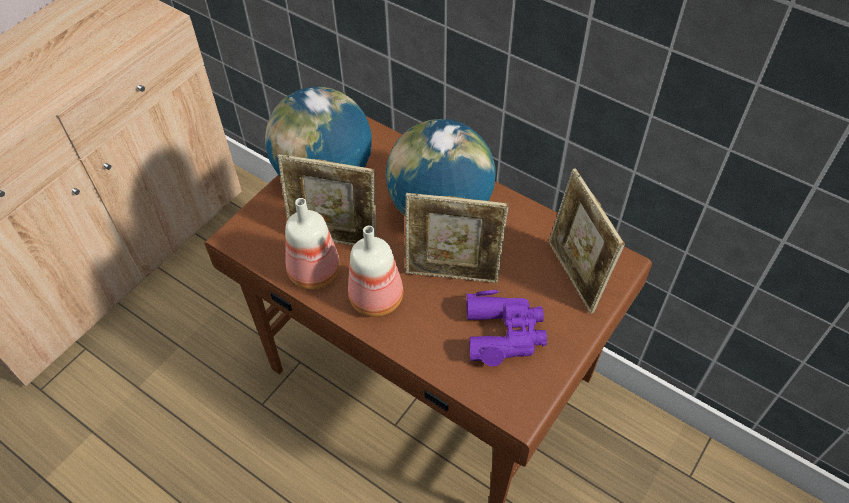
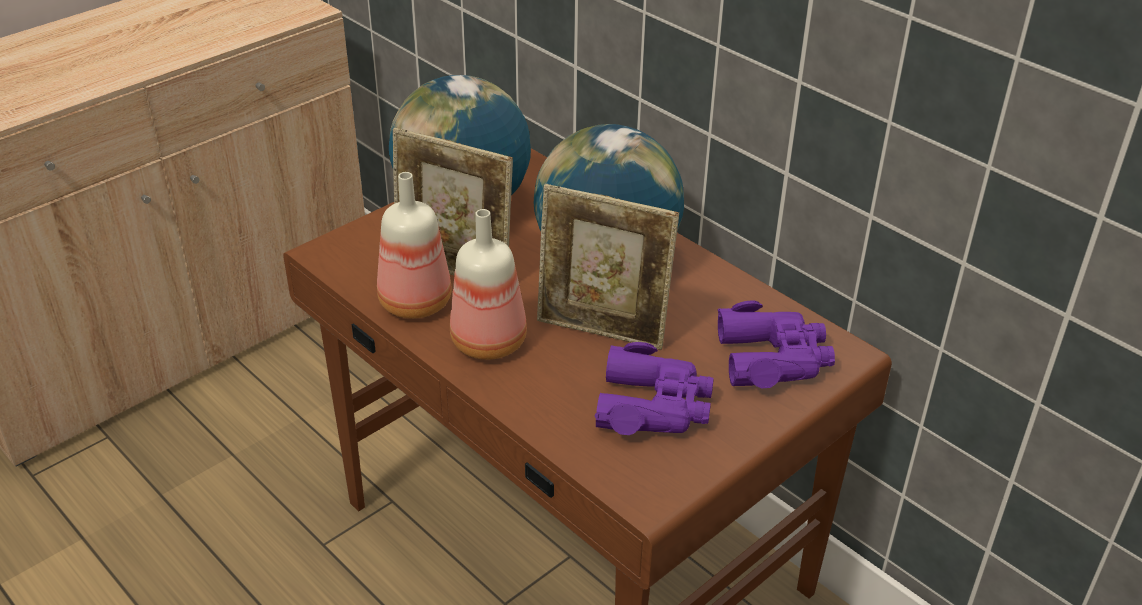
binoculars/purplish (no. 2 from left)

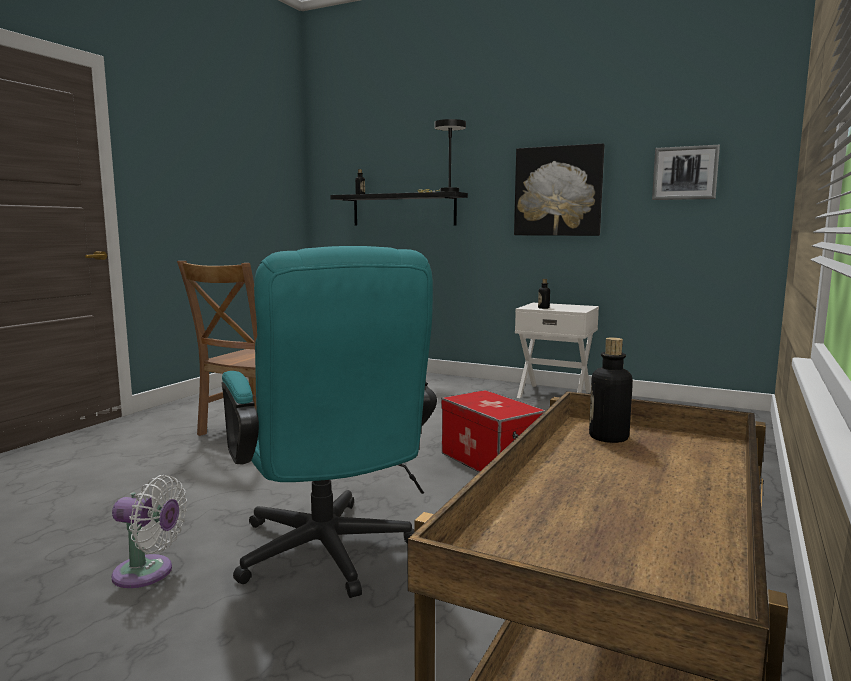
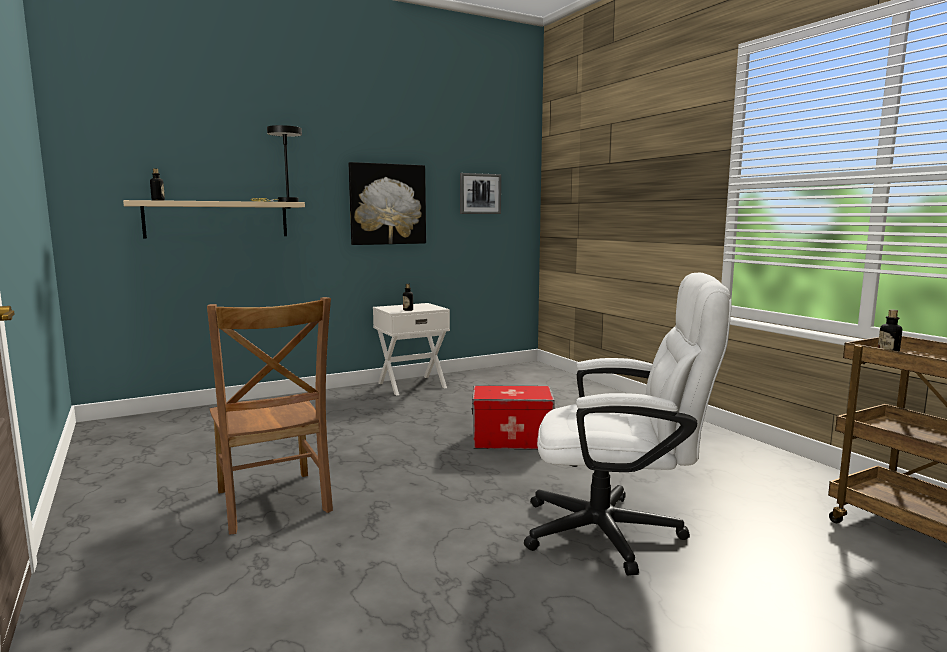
electric fan/whitish
office chair/whitish
shelf/beige-coloured

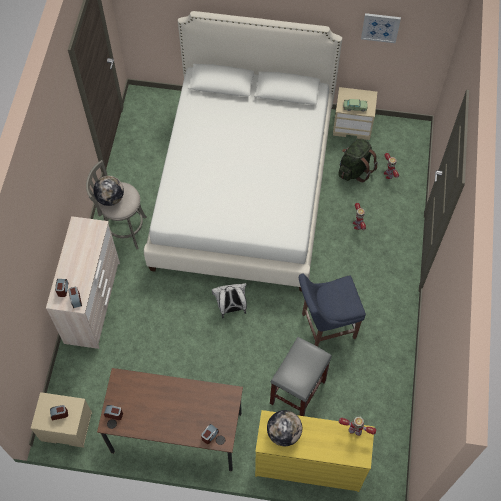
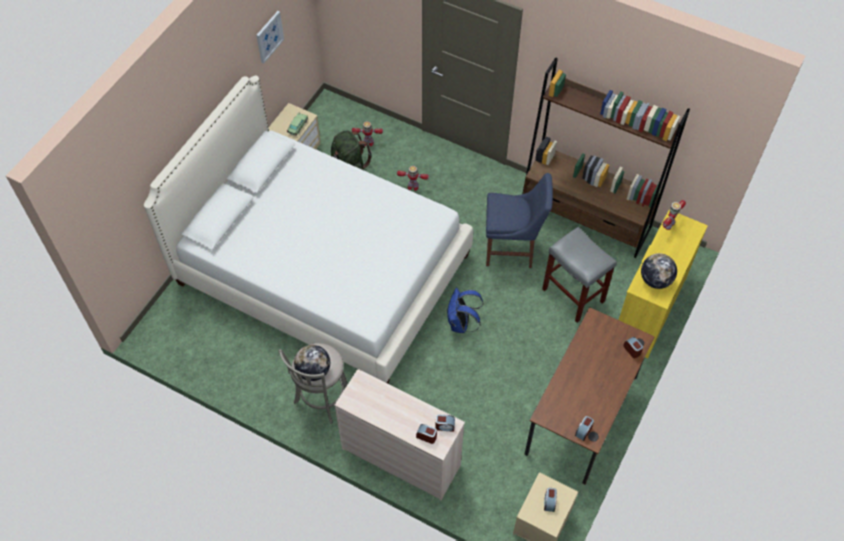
bookcase/brown-coloured
rucksack/blue
upright chair/blue

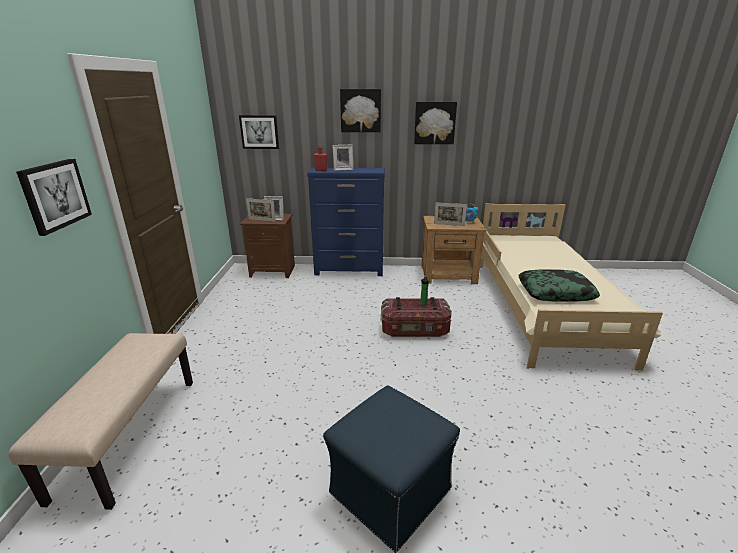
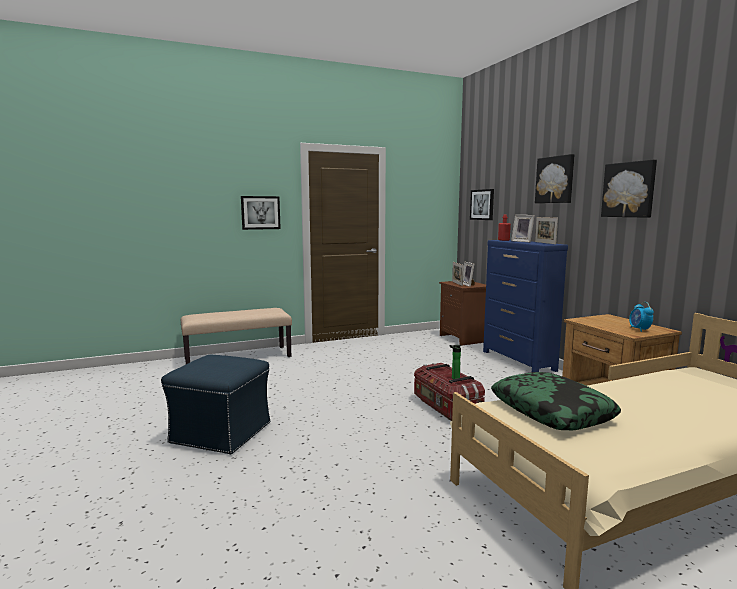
photo frame (no. 4 from left)

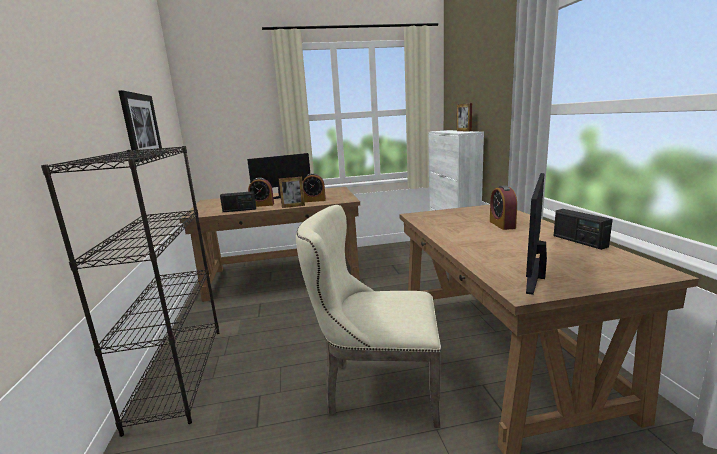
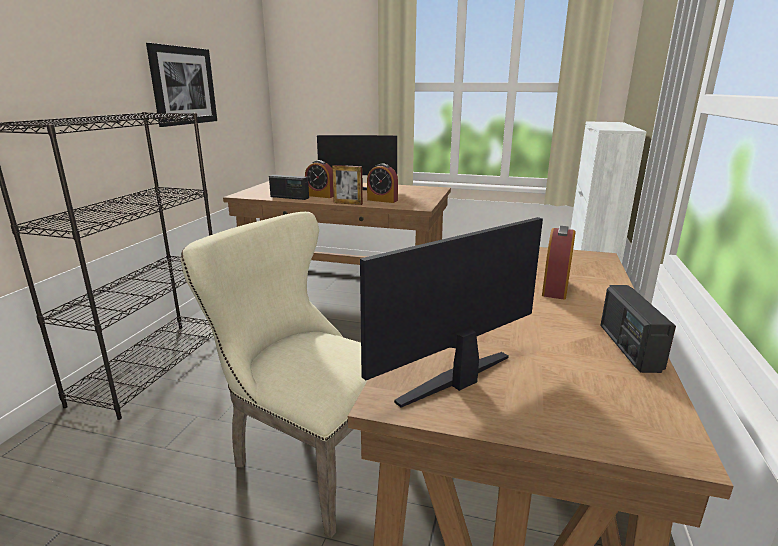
photo frame (no. 2 from left in the first image)

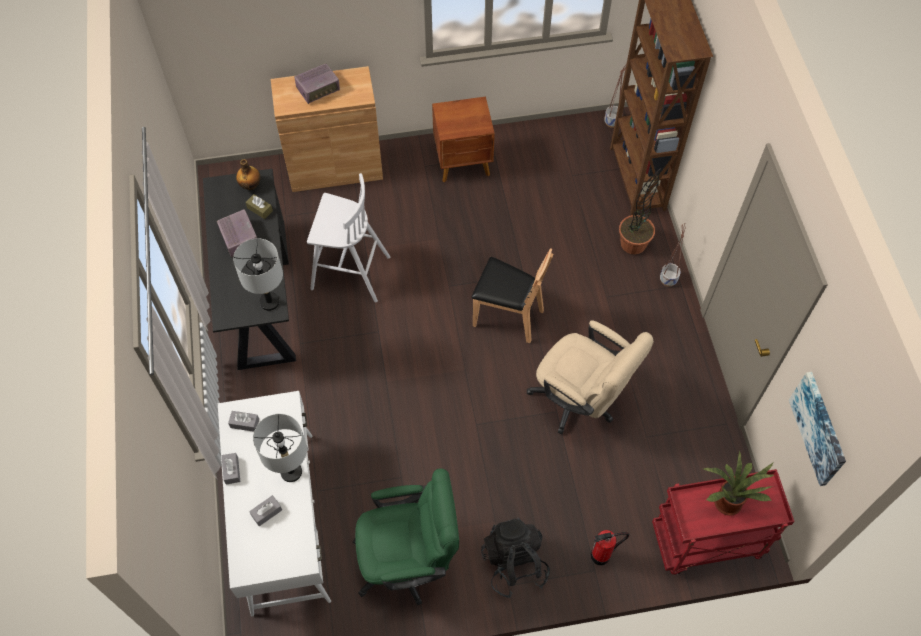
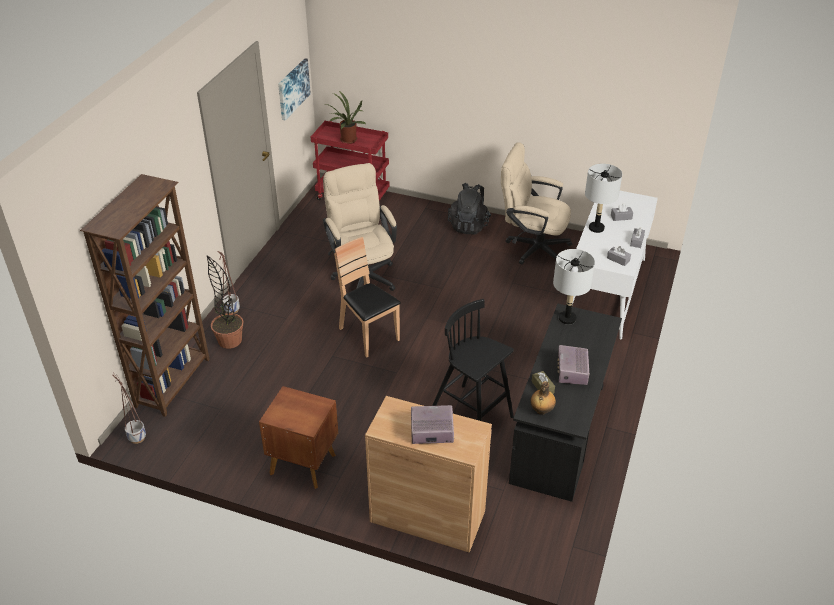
extinguisher
stool seat/black-coloured
office chair/beige-coloured (no. 2 from left)

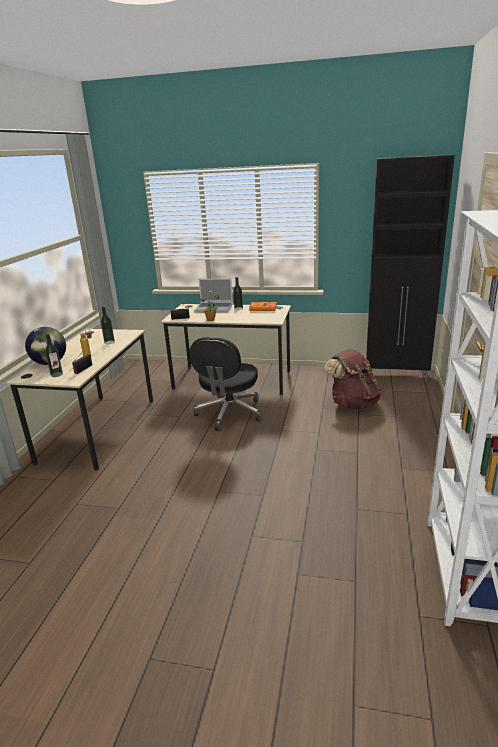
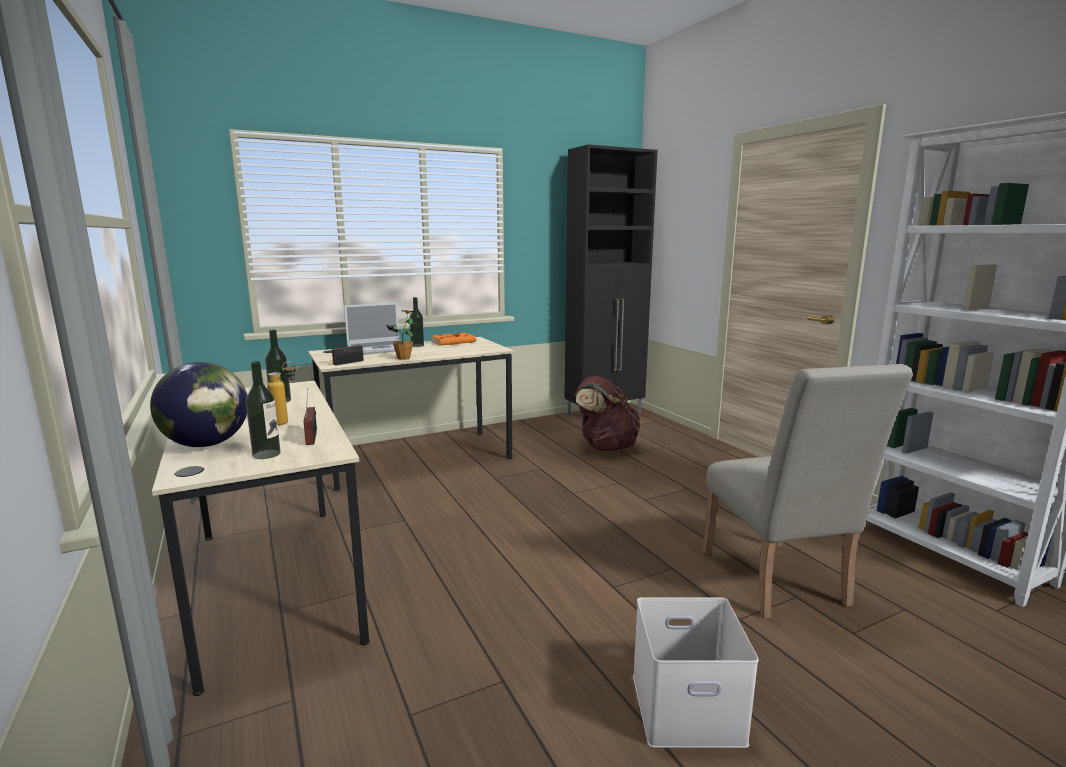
office chair/black-coloured
storage bin/whitish
upright chair/beige-coloured

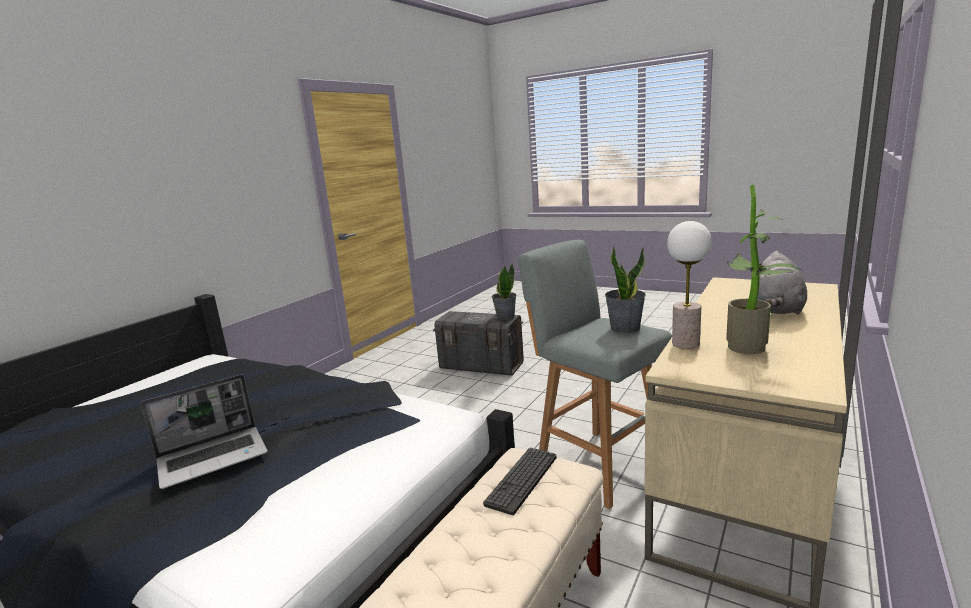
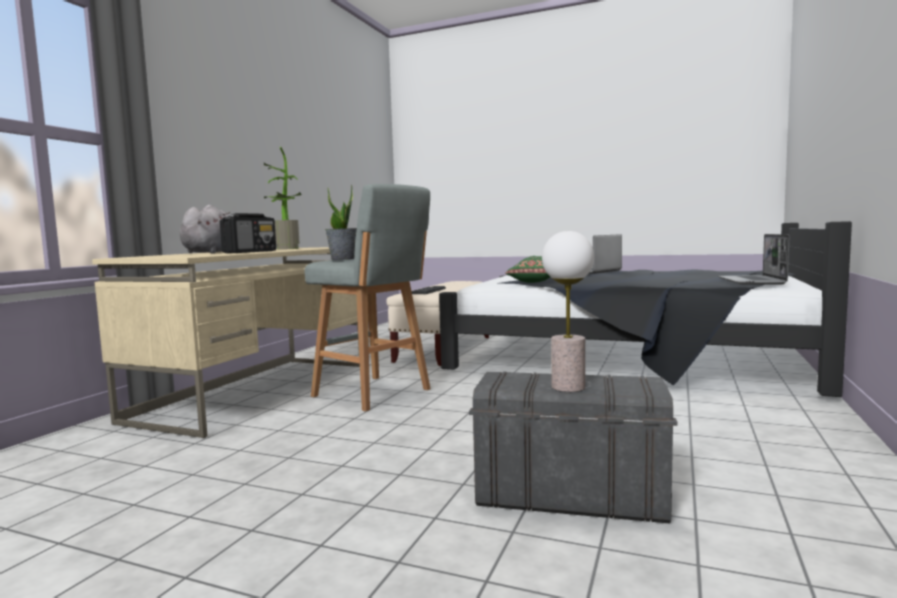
houseplant (no. 1 from left in the first image)
radio receiver
throw pillow/green
notebook computer (no. 2 from left)
lamp for a table

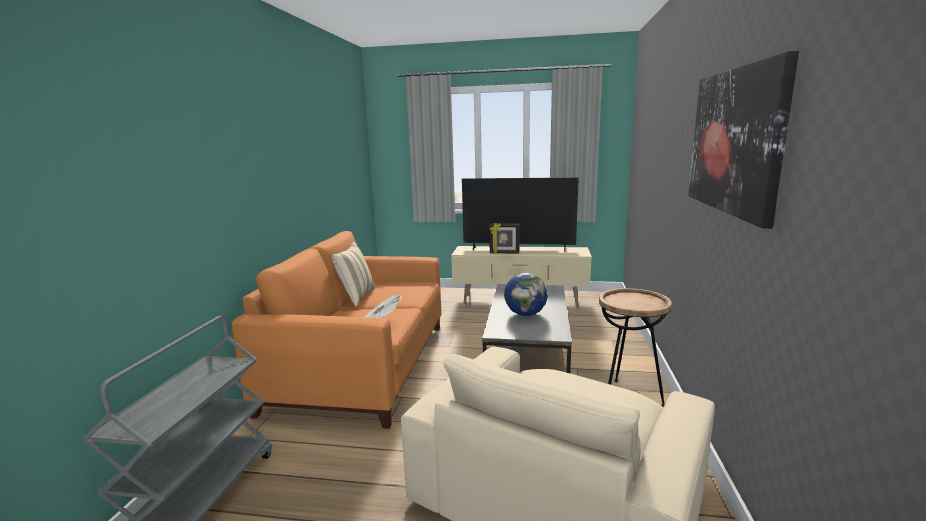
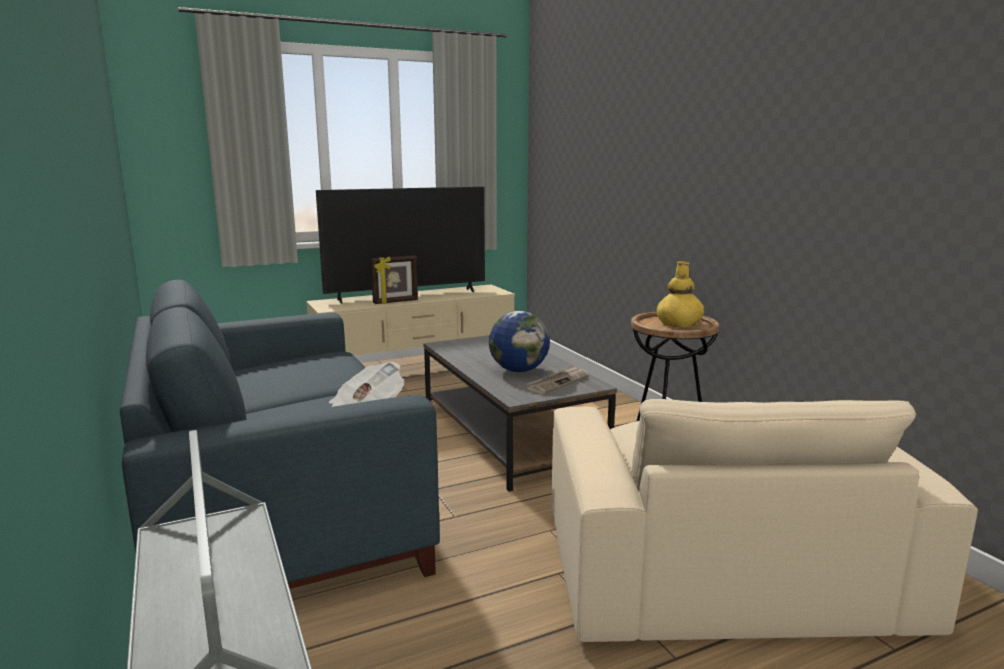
throw pillow/beige-coloured
picture
printed paper (no. 2 from left)
flower vase/yellowish
sofa/blue

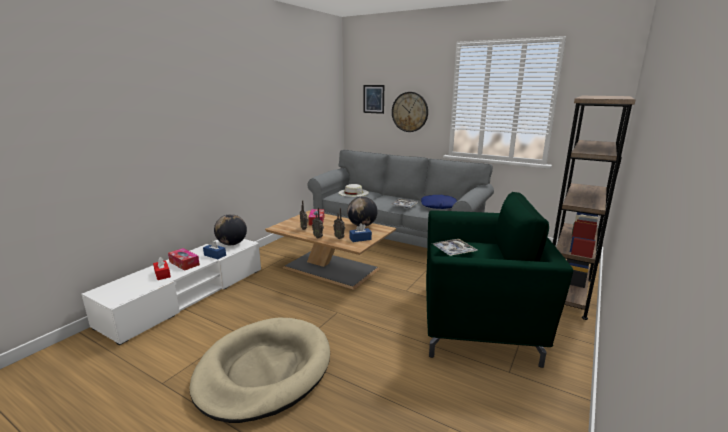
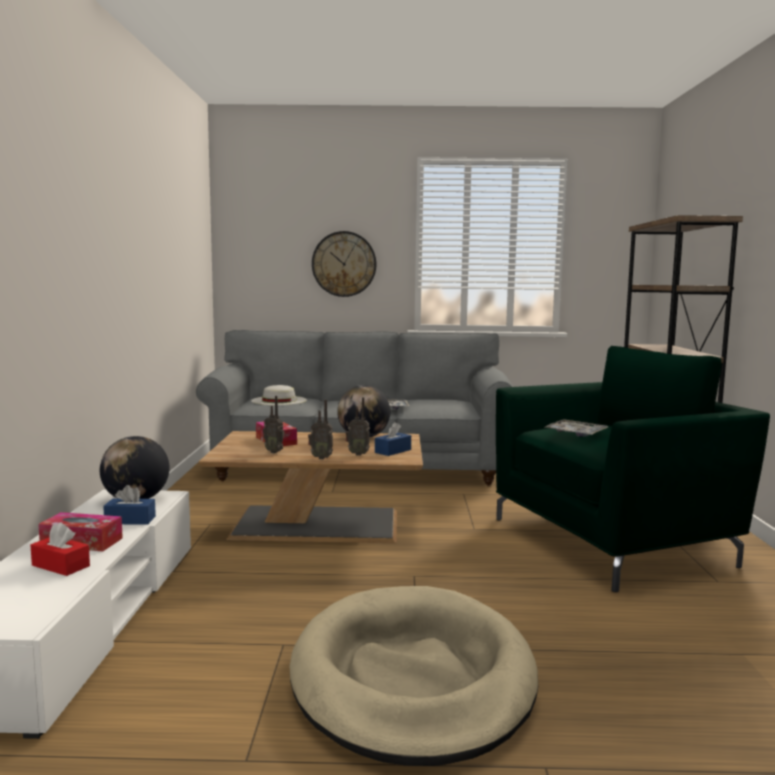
picture
throw pillow/blue

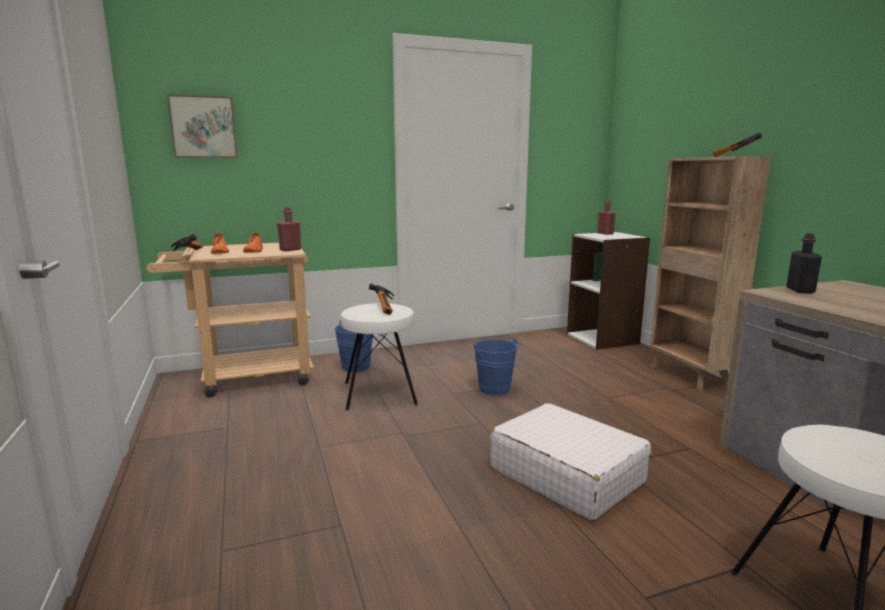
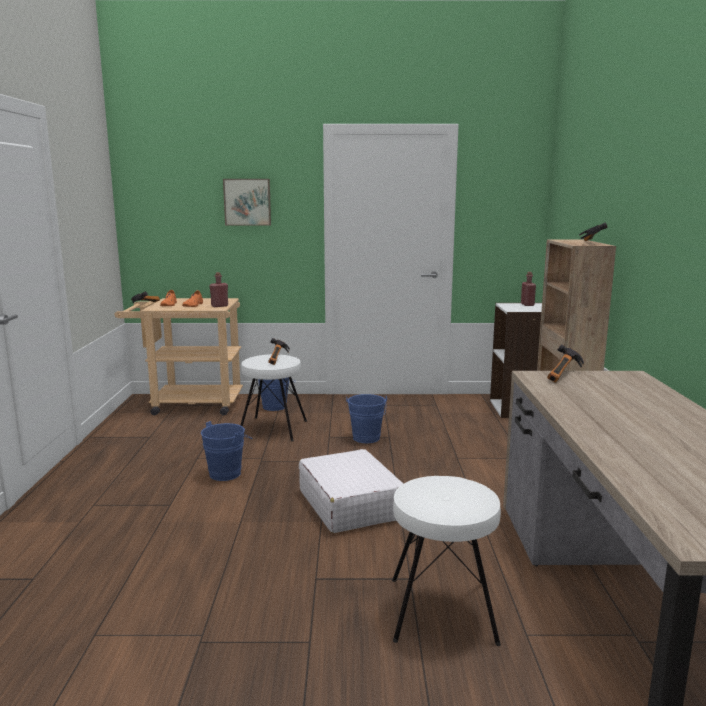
pail/blue (no. 1 from left)
picture
hand hammer (no. 3 from left)

